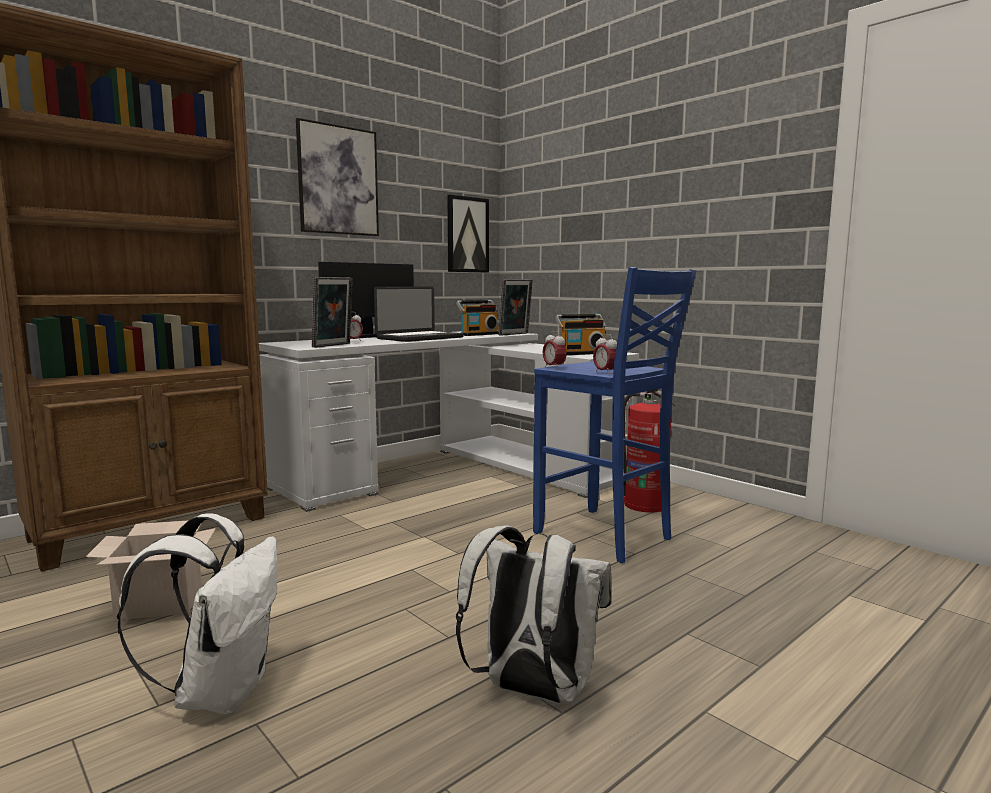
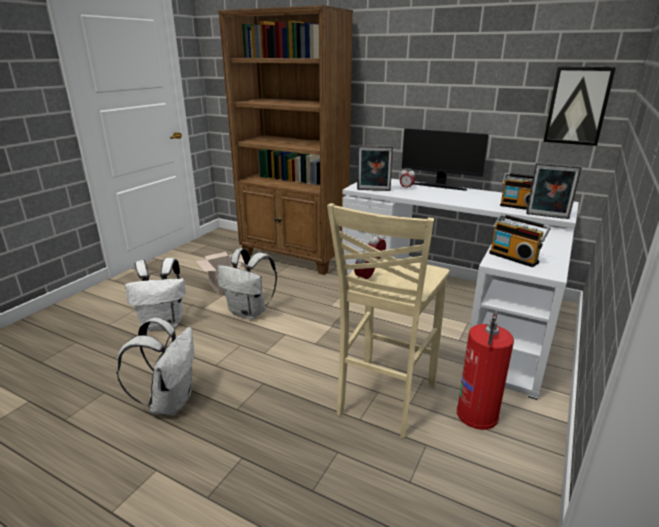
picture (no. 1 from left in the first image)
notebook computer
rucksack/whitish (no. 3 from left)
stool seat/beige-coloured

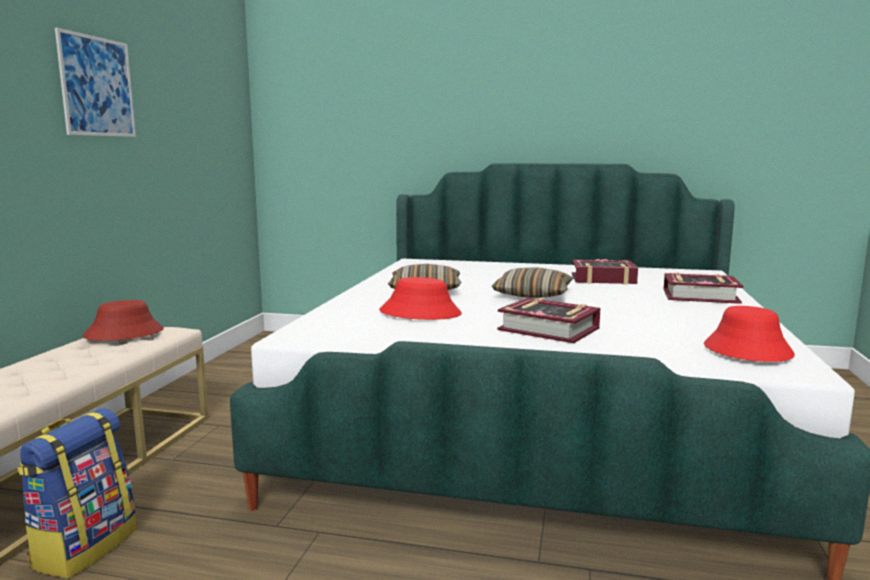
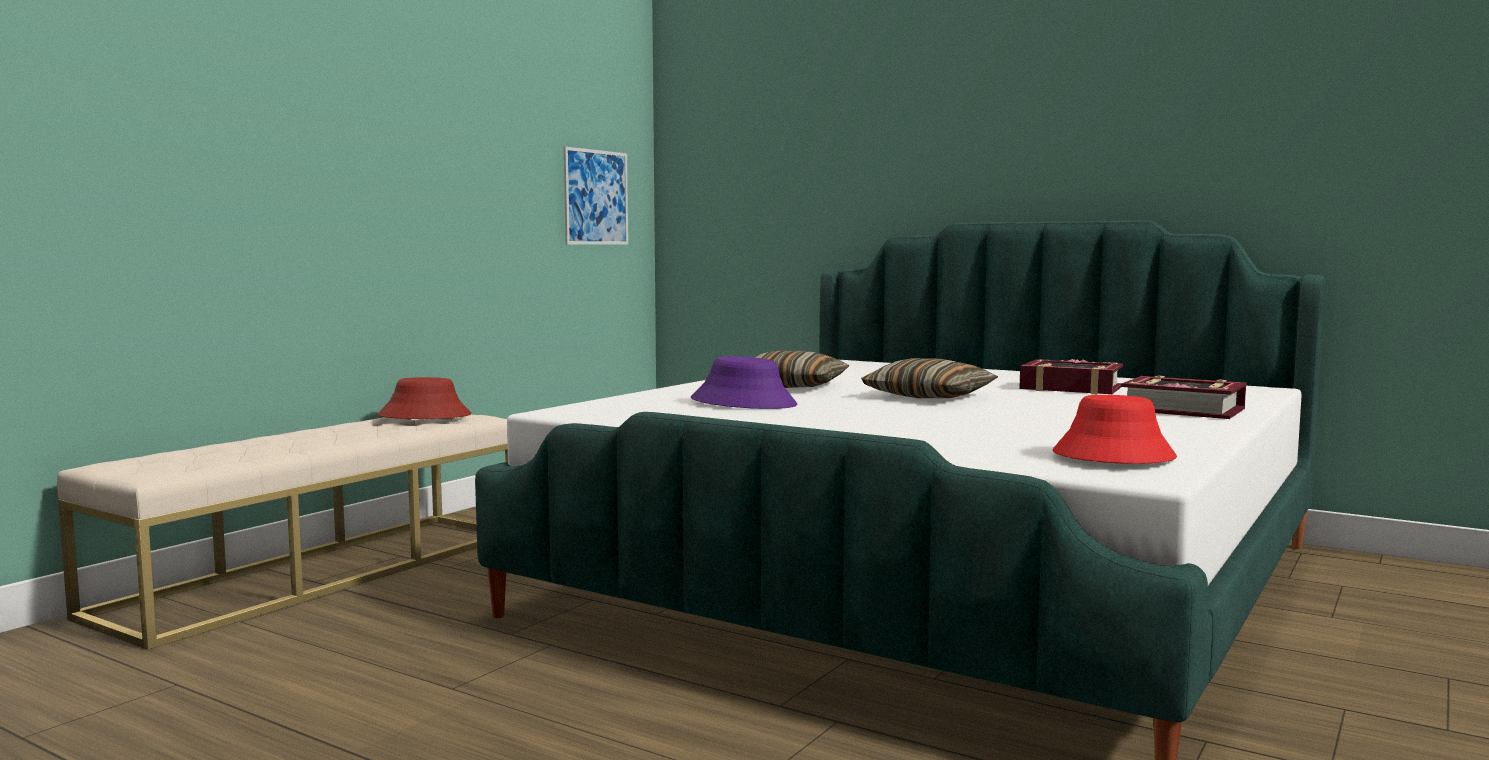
rucksack
bound book (no. 1 from left in the first image)
picture
clothing hat/purplish

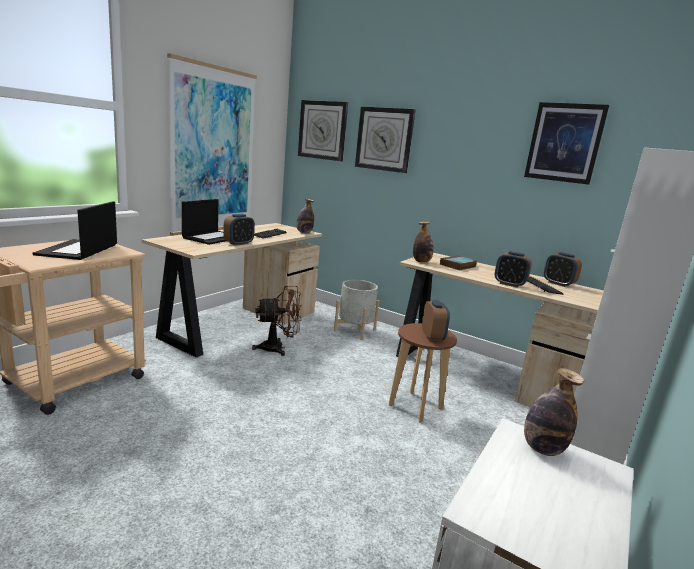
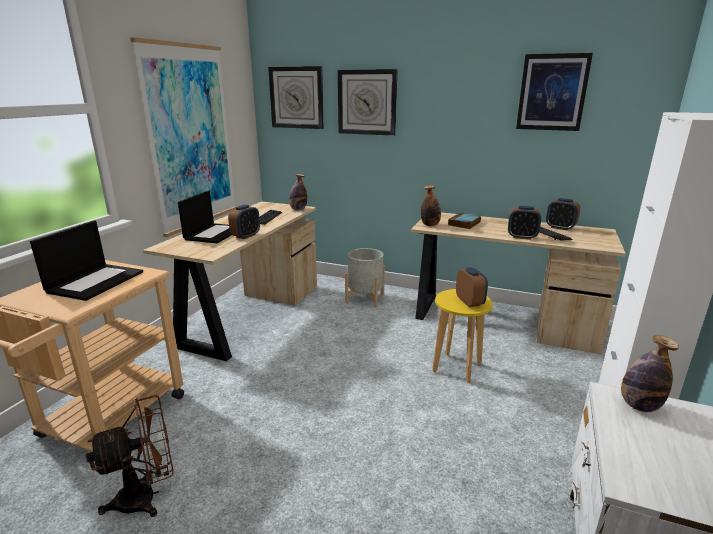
electric fan/brown-coloured
stool seat/yellowish
notebook computer (no. 1 from left)

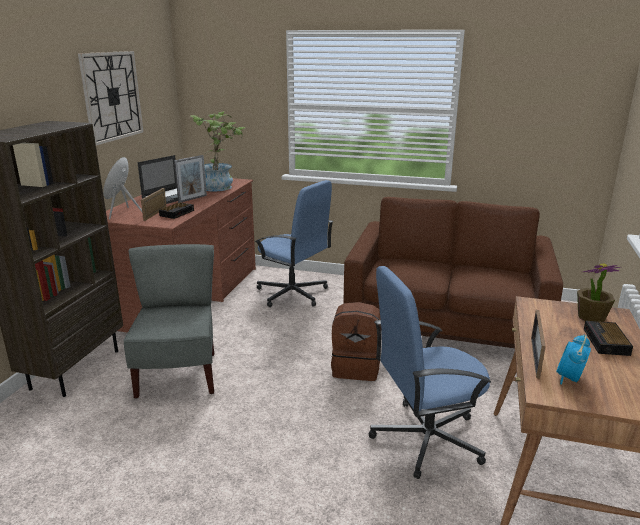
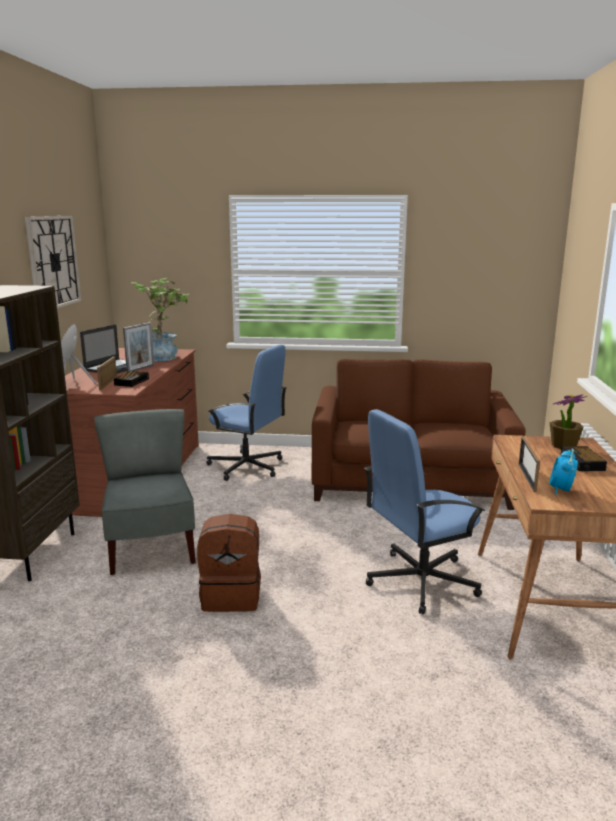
rucksack/brown-coloured

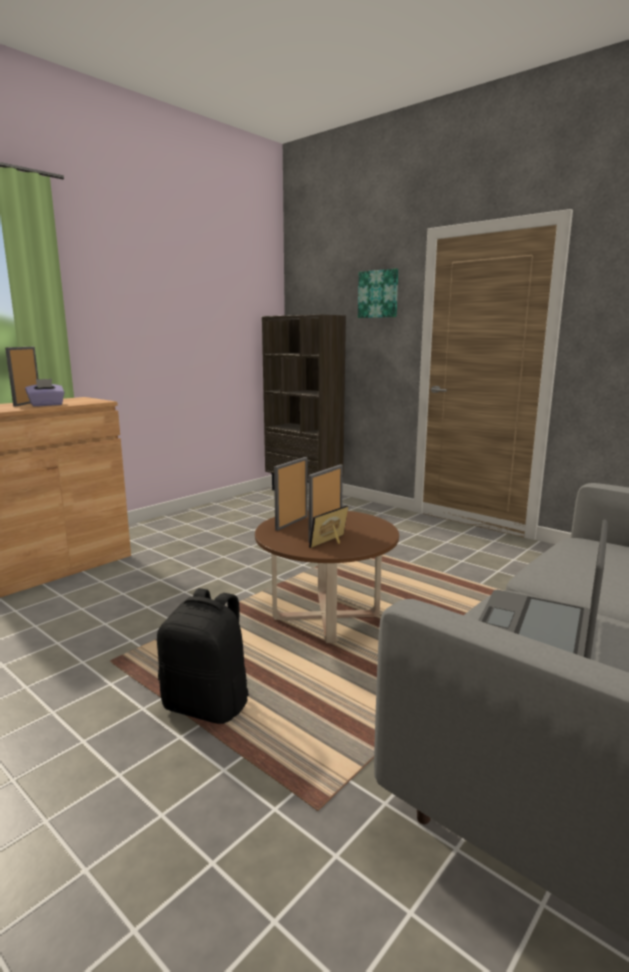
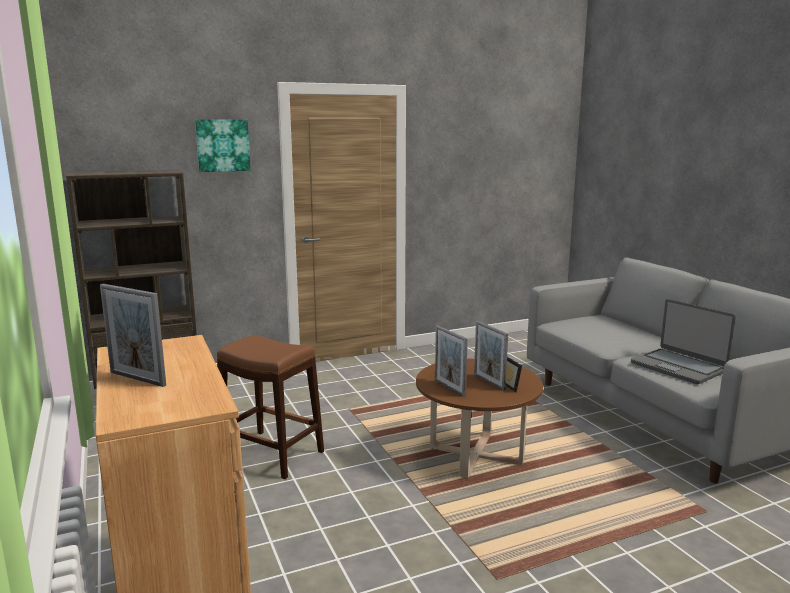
tissue holder/purplish
rucksack/black-coloured
stool seat/brown-coloured

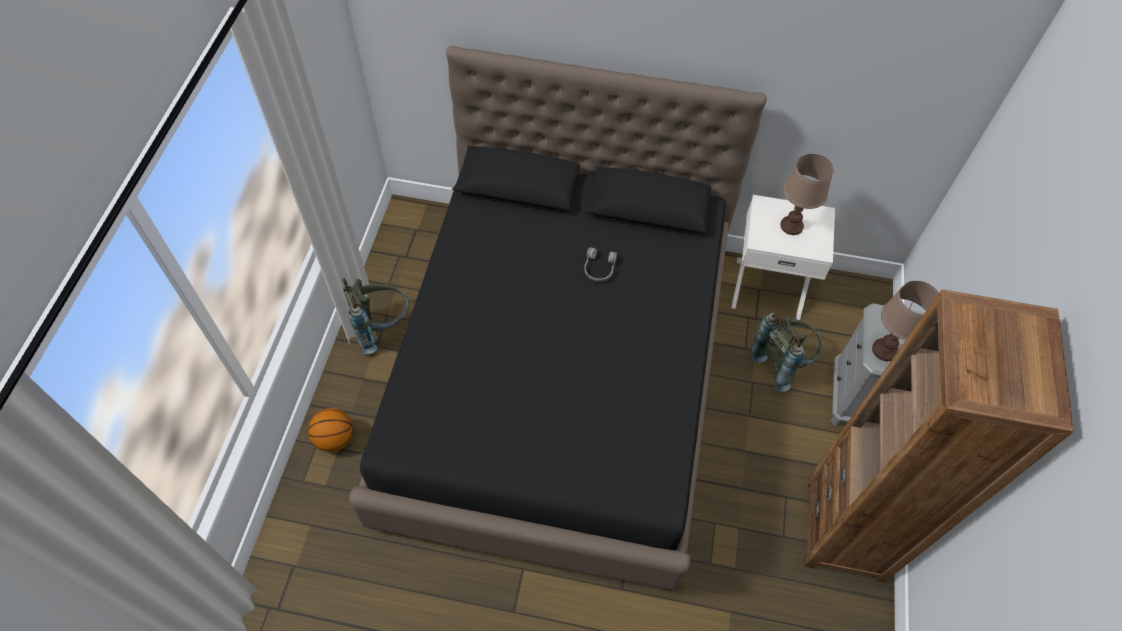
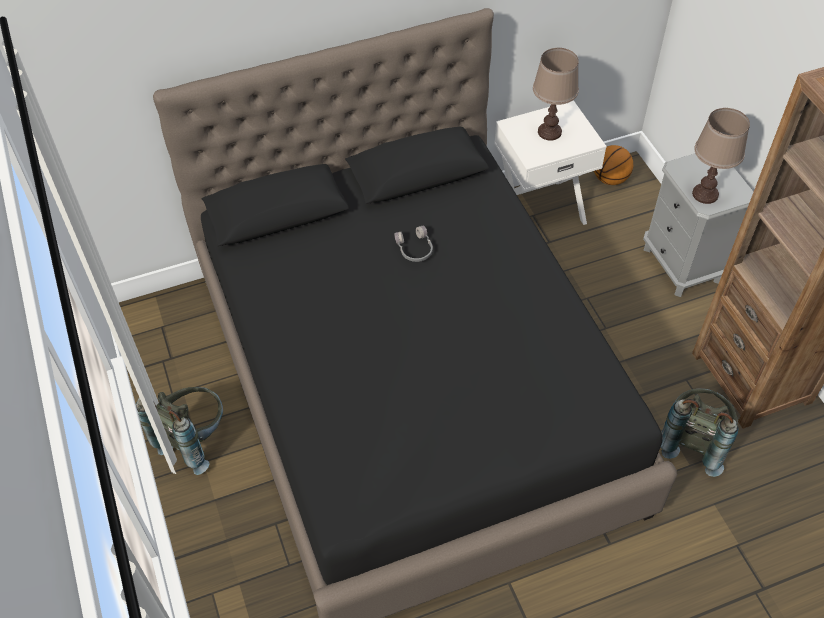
basketball ball
rucksack/grey (no. 2 from left)

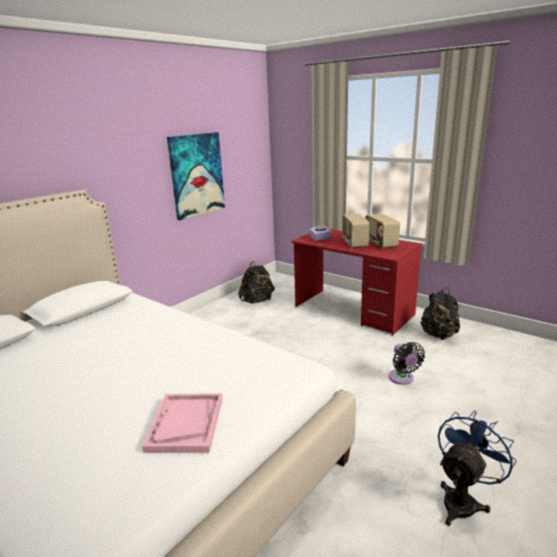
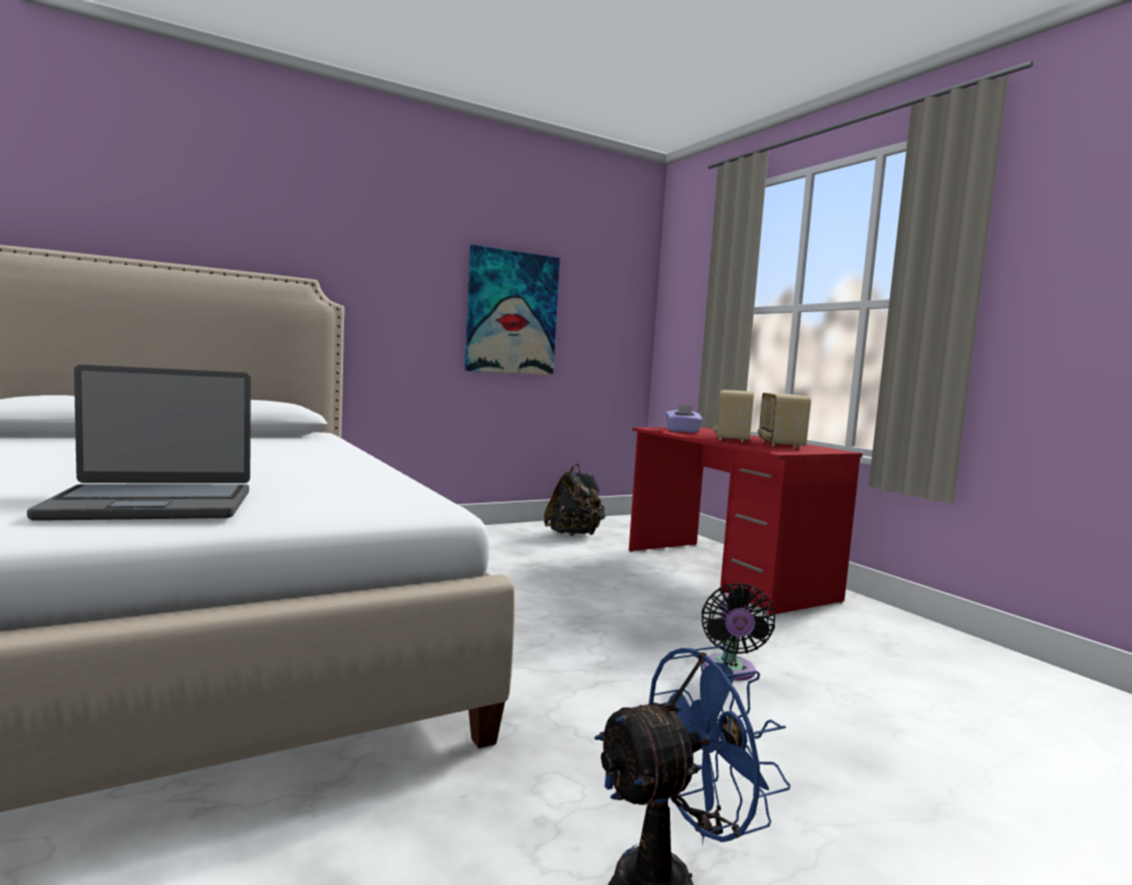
rucksack/black-coloured (no. 2 from left in the first image)
notebook computer

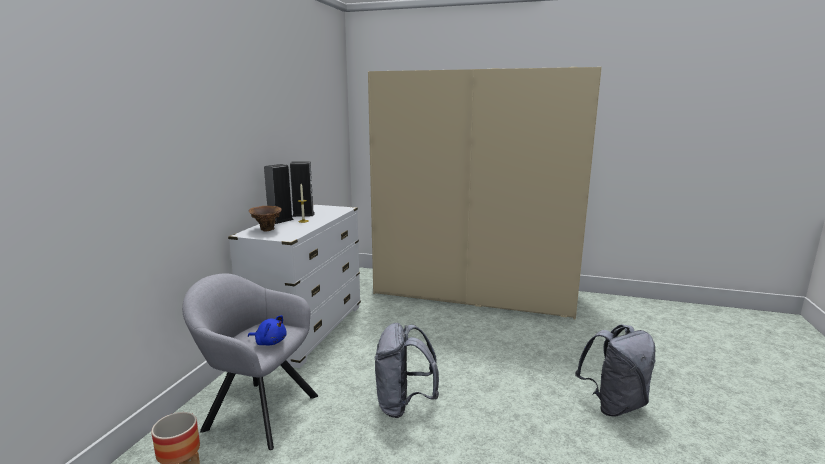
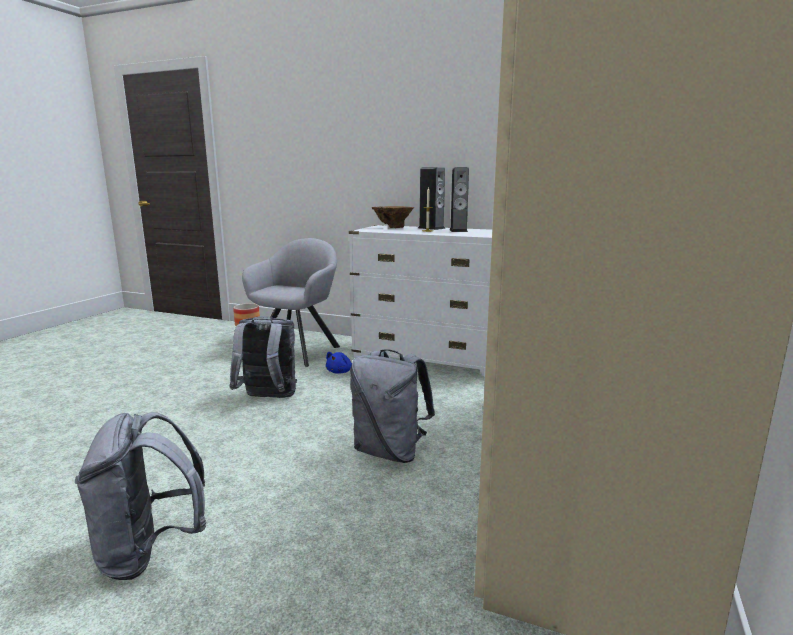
rucksack/grey (no. 3 from left)
cuddly toy/blue

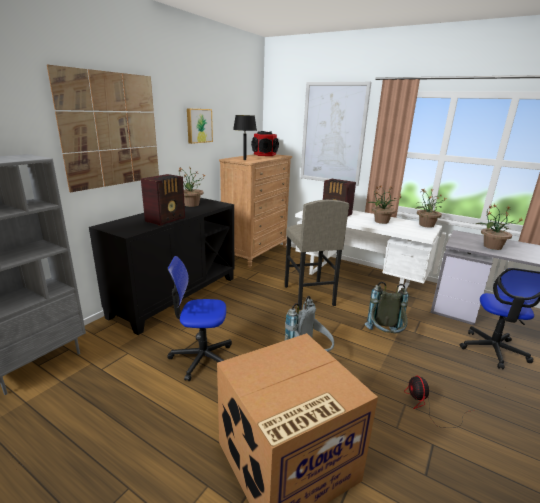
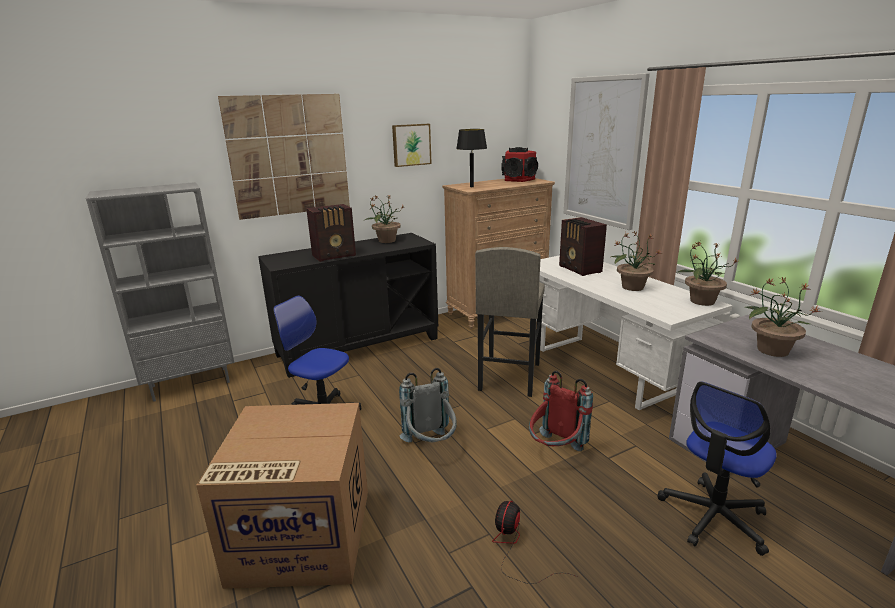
rucksack/red-coloured

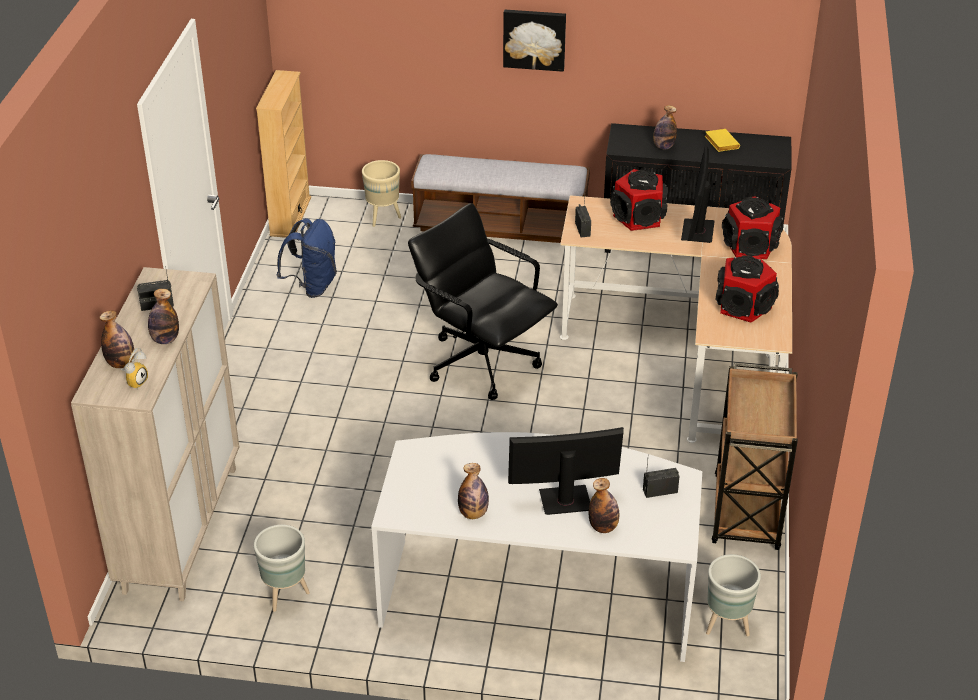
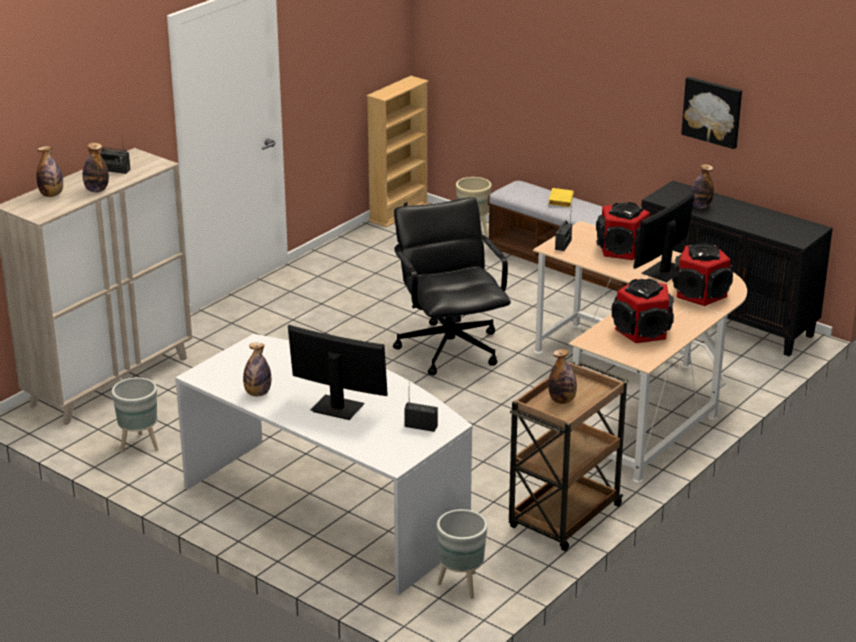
bedside clock
rucksack/blue
picture
beverage bottle (no. 4 from left)
bound book/yellowish

